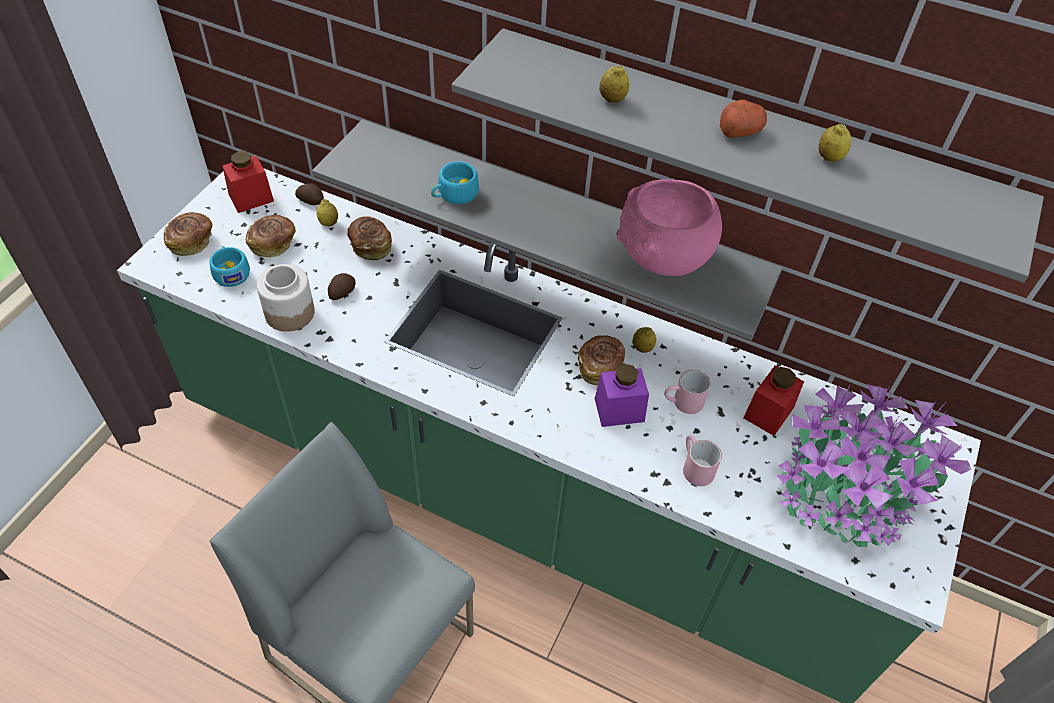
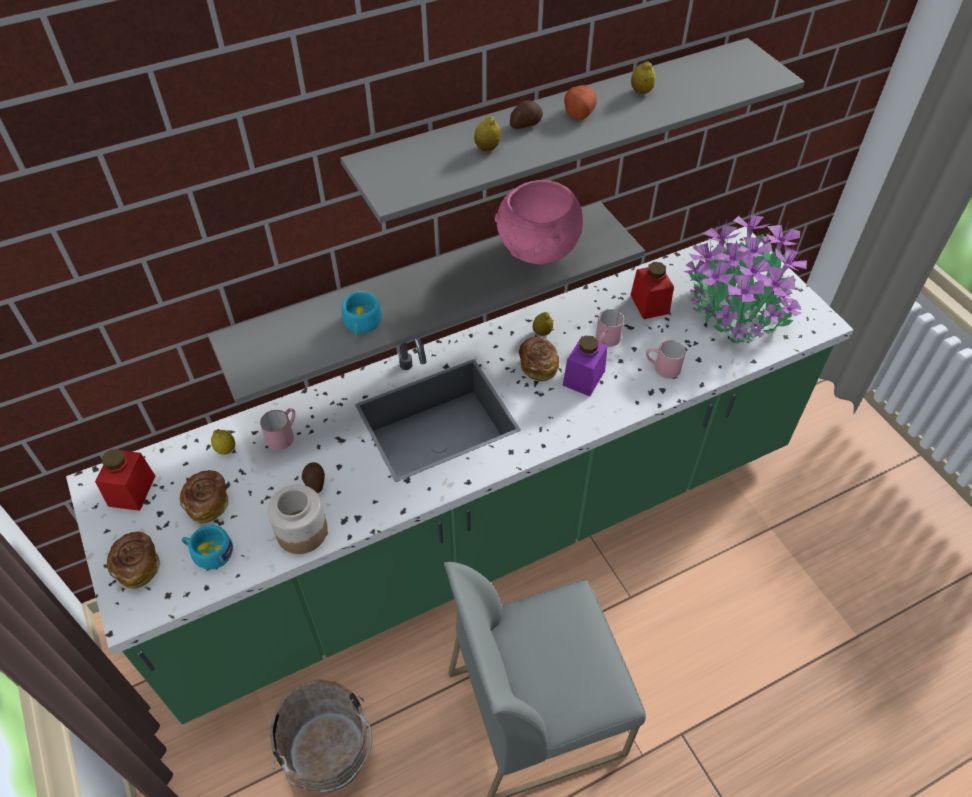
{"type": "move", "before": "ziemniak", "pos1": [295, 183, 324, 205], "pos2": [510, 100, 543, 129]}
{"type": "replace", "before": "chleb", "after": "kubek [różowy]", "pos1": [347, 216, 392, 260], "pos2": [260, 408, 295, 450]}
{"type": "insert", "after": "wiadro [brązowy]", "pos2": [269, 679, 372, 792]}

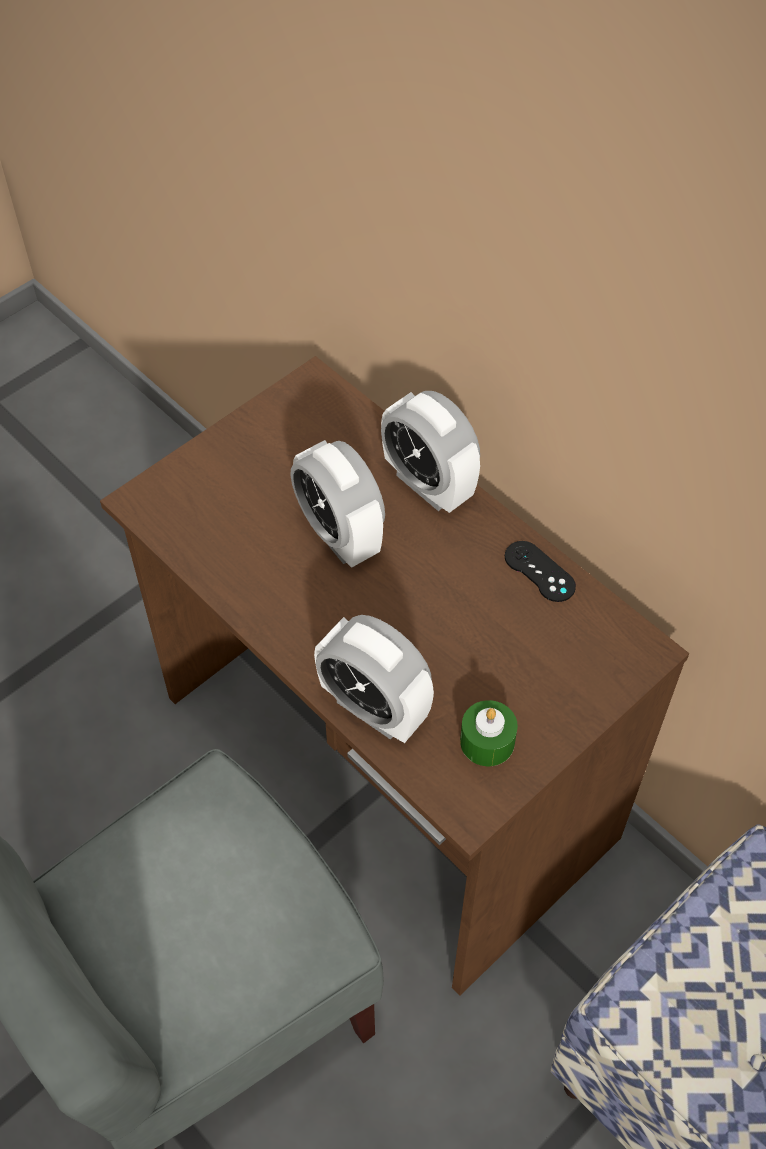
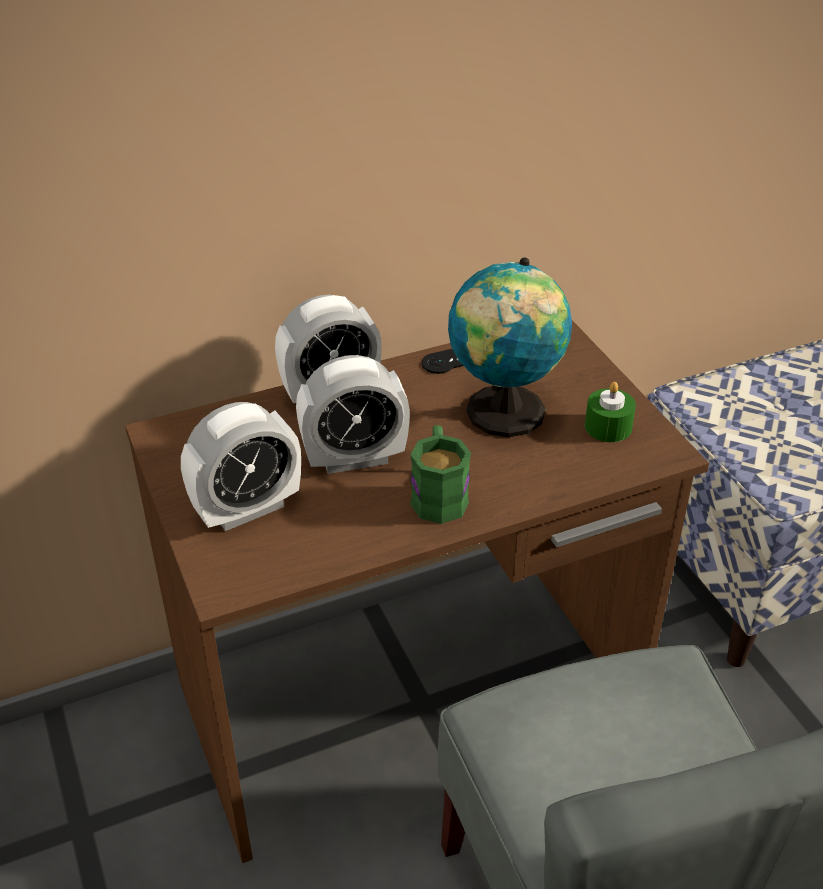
{"type": "move", "before": "budzik", "pos1": [314, 615, 434, 743], "pos2": [181, 402, 301, 531]}
{"type": "insert", "after": "globus", "pos2": [448, 258, 572, 437]}
{"type": "insert", "after": "kubek [zielony]", "pos2": [410, 425, 471, 524]}

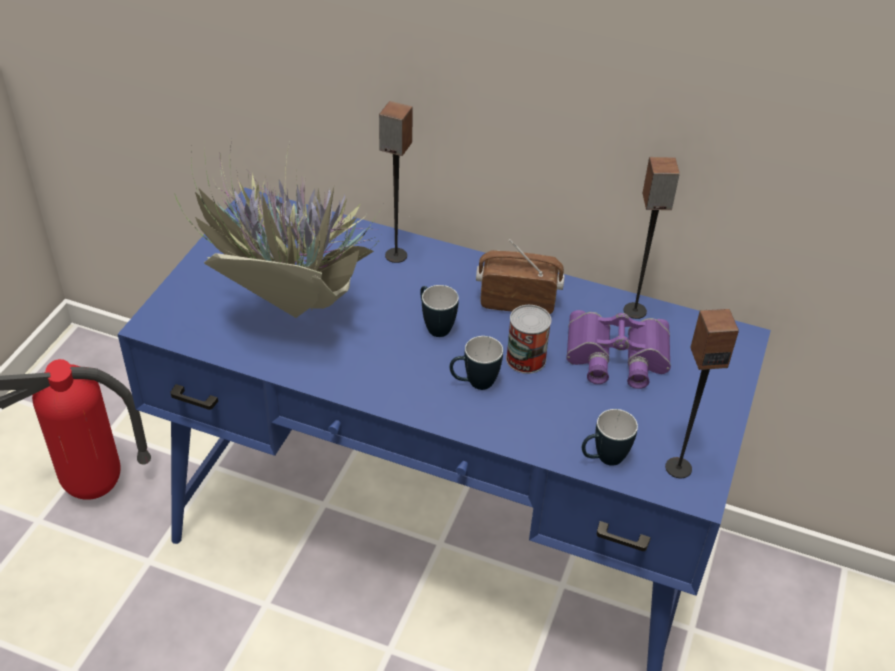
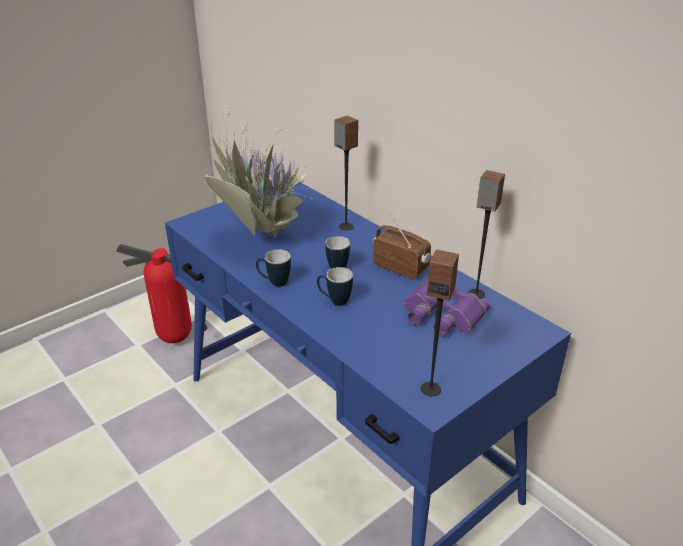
{"type": "delete", "before": "puszka", "pos1": [506, 305, 551, 374]}
{"type": "move", "before": "kubek", "pos1": [582, 409, 638, 466], "pos2": [256, 249, 291, 287]}

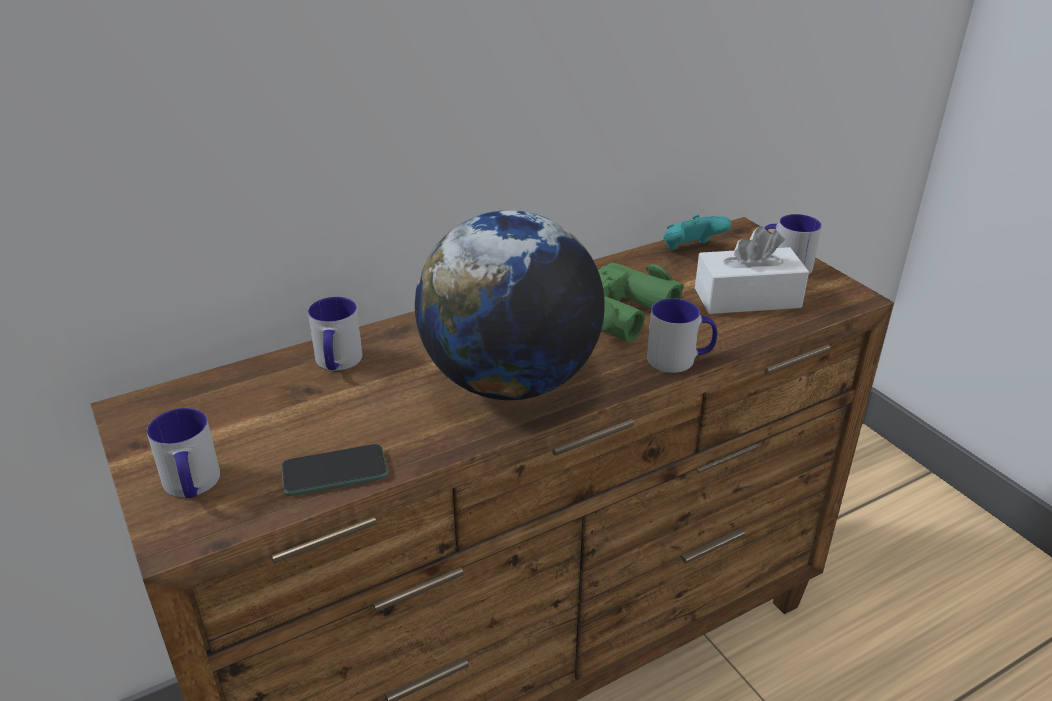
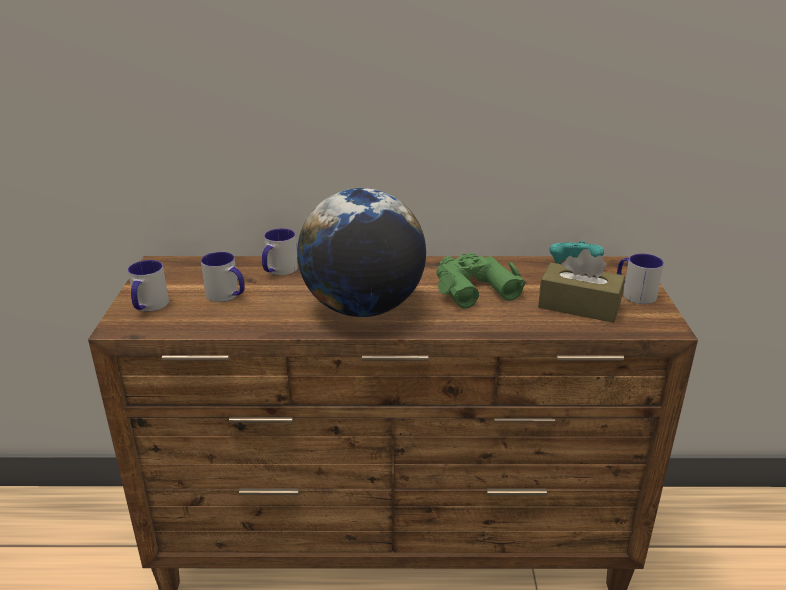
{"type": "recolor", "before": "pudełko chusteczek [biały]", "after": "pudełko chusteczek [brązowy]", "pos1": [695, 226, 809, 314], "pos2": [538, 249, 625, 323]}
{"type": "move", "before": "kubek", "pos1": [647, 298, 717, 373], "pos2": [201, 252, 245, 302]}
{"type": "delete", "before": "telefon", "pos1": [281, 444, 388, 496]}

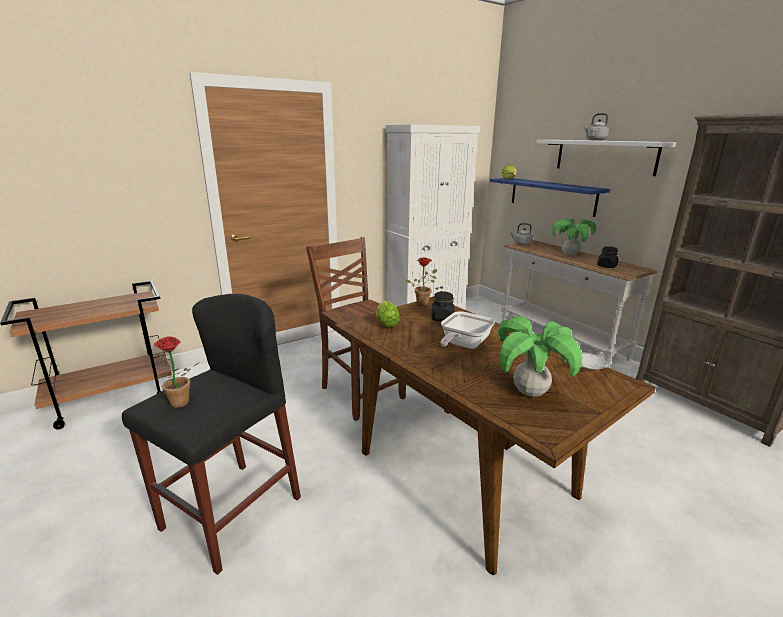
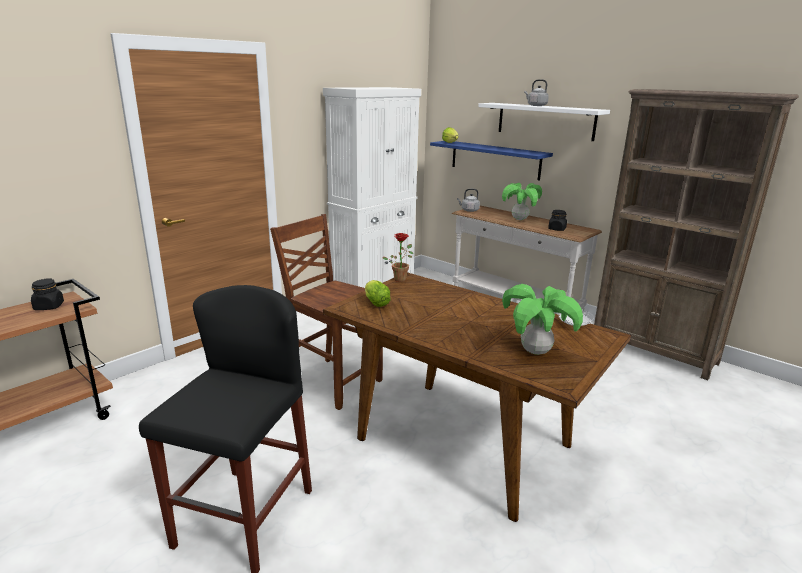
{"type": "move", "before": "słoik [czarny]", "pos1": [431, 291, 454, 321], "pos2": [31, 278, 64, 310]}
{"type": "delete", "before": "patelnia", "pos1": [441, 311, 495, 349]}
{"type": "delete", "before": "roślina doniczkowa", "pos1": [154, 336, 200, 408]}

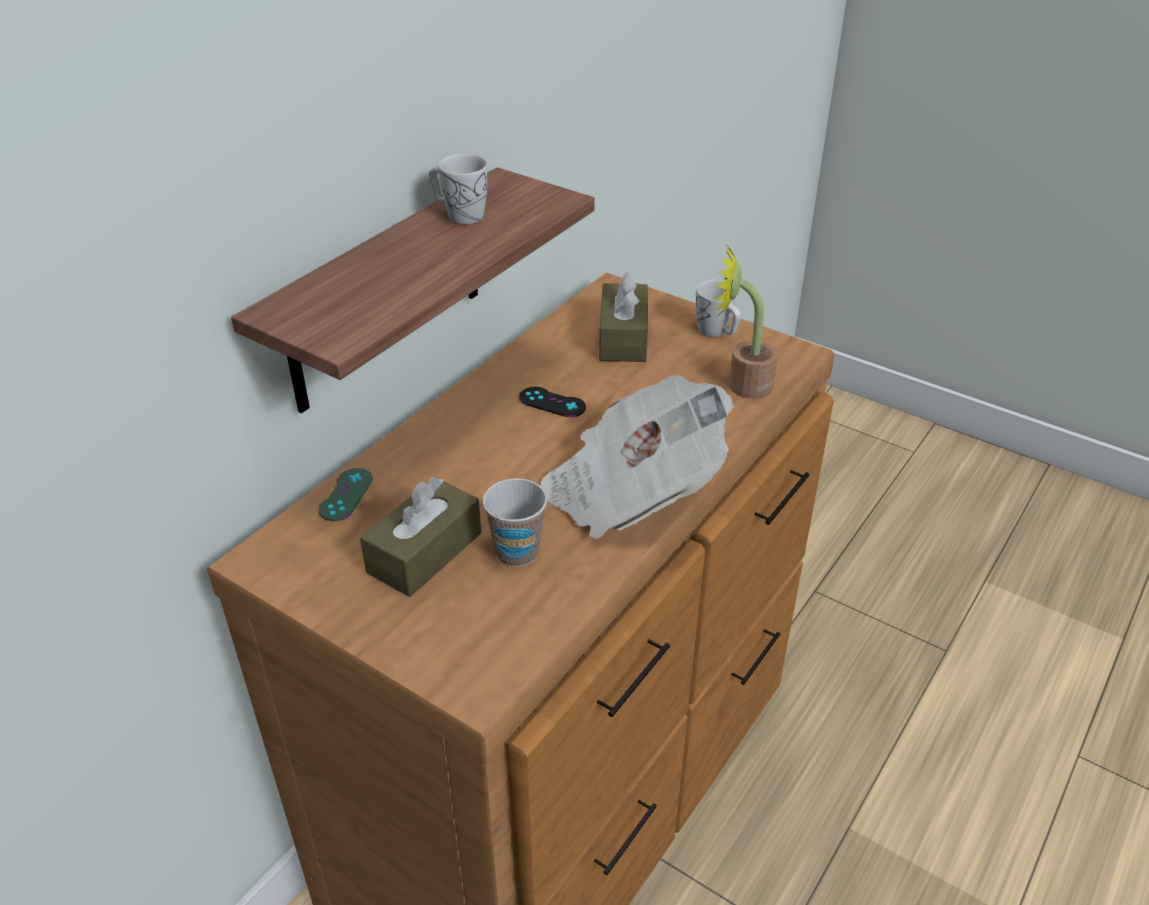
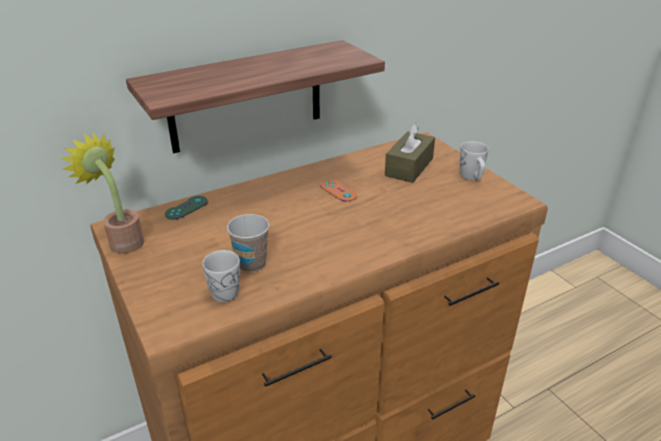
{"type": "move", "before": "kubek [biały]", "pos1": [429, 154, 488, 224], "pos2": [202, 250, 240, 302]}
{"type": "move", "before": "roślina doniczkowa", "pos1": [714, 245, 778, 399], "pos2": [61, 133, 144, 254]}
{"type": "delete", "before": "gazeta", "pos1": [540, 375, 734, 539]}
{"type": "recolor", "before": "pad do gier [czarny]", "after": "pad do gier [pomarańczowy]", "pos1": [519, 387, 586, 417], "pos2": [320, 180, 357, 202]}
{"type": "delete", "before": "pudełko chusteczek [brązowy]", "pos1": [360, 476, 481, 597]}

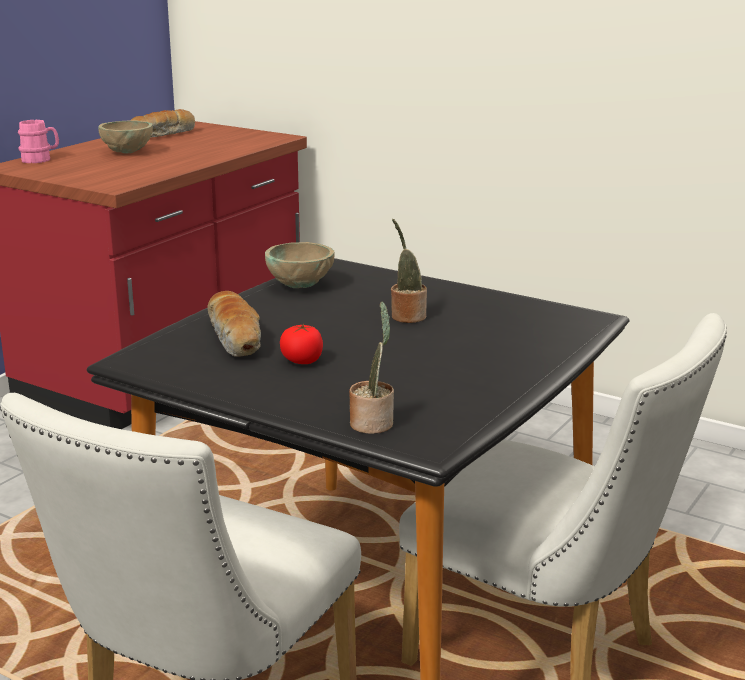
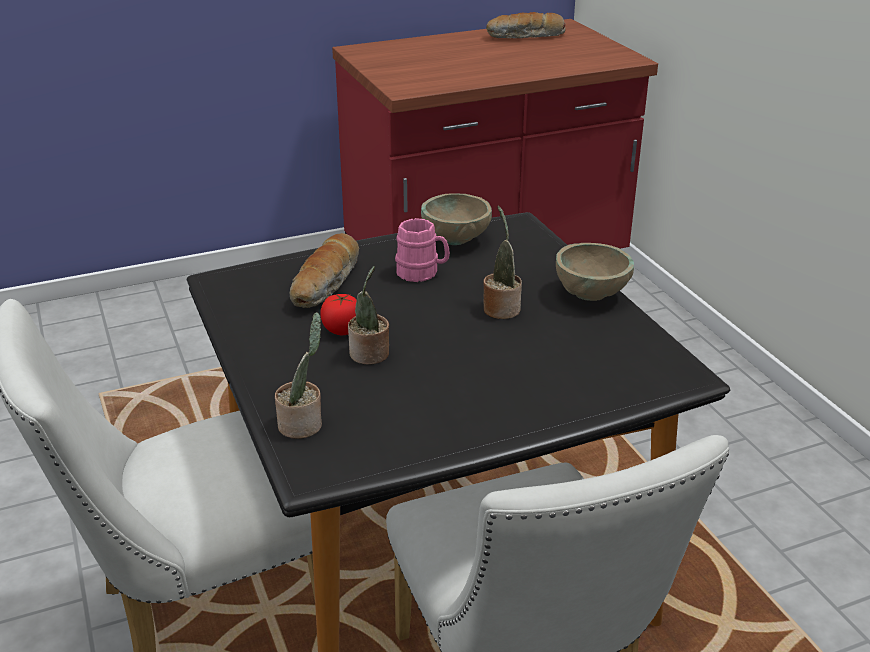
{"type": "move", "before": "kubek [różowy]", "pos1": [18, 120, 59, 163], "pos2": [395, 218, 450, 282]}
{"type": "move", "before": "miska [beżowy]", "pos1": [98, 120, 153, 154], "pos2": [556, 243, 634, 301]}
{"type": "insert", "after": "roślina doniczkowa", "pos2": [348, 266, 389, 365]}

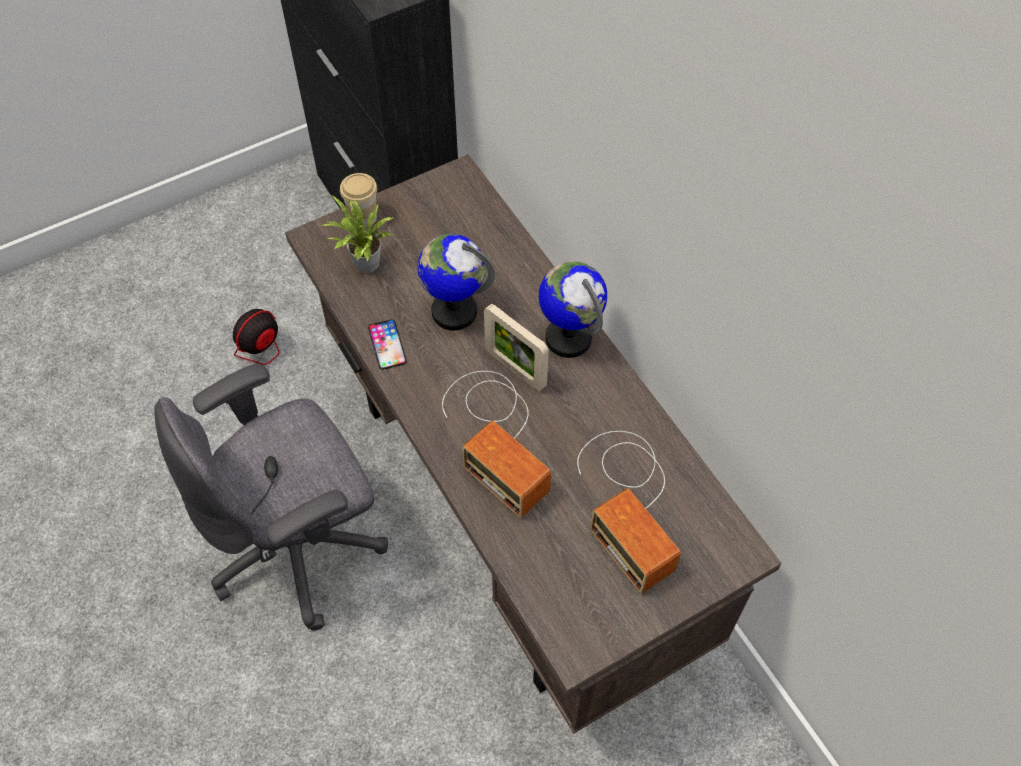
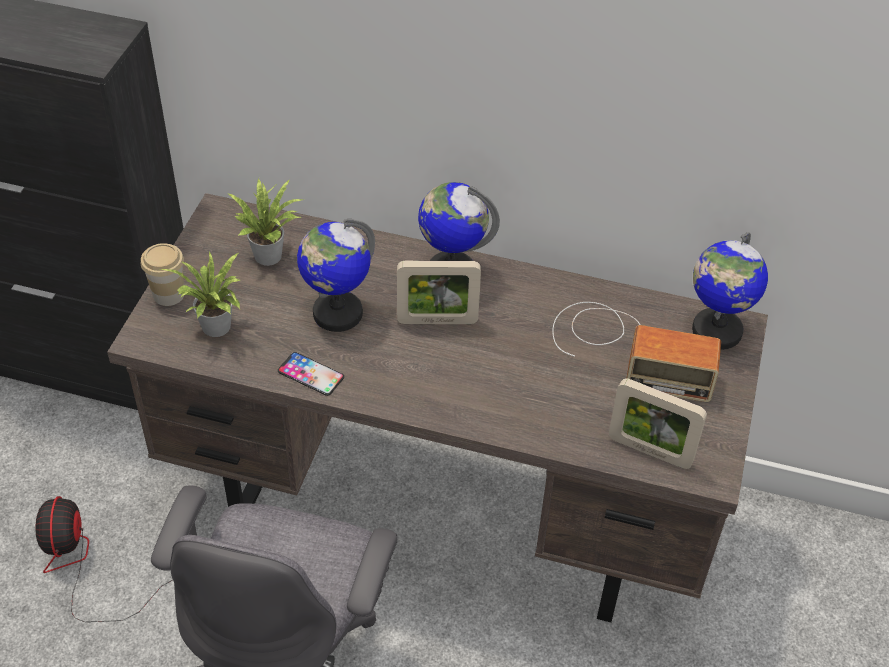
{"type": "delete", "before": "radio", "pos1": [442, 371, 551, 518]}
{"type": "insert", "after": "roślina doniczkowa", "pos2": [227, 179, 303, 266]}
{"type": "insert", "after": "globus", "pos2": [692, 232, 768, 350]}
{"type": "insert", "after": "ramka na zdjęcie", "pos2": [609, 378, 707, 469]}

